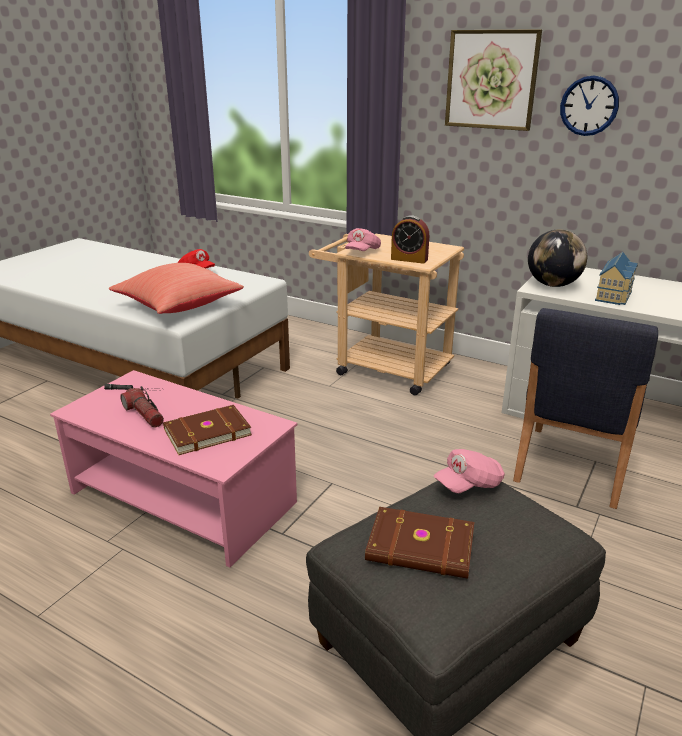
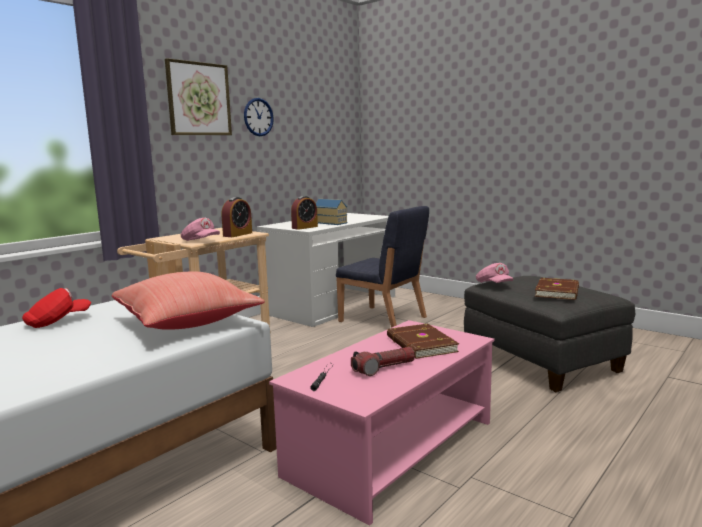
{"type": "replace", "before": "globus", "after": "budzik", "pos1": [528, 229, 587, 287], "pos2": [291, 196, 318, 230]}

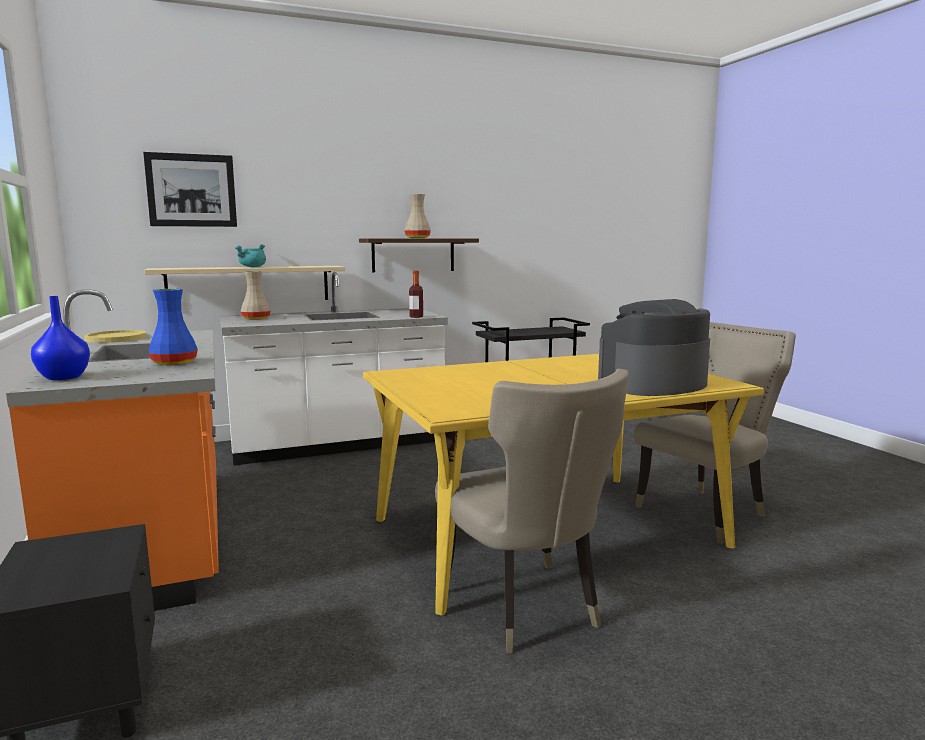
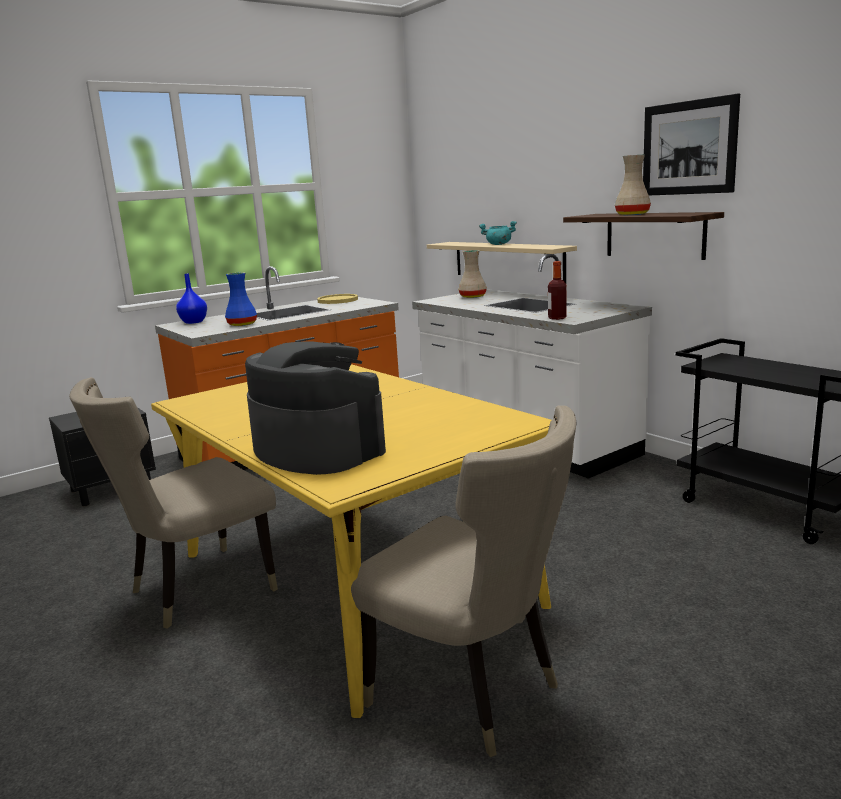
{"type": "move", "before": "obraz", "pos1": [143, 152, 237, 227], "pos2": [643, 94, 740, 195]}

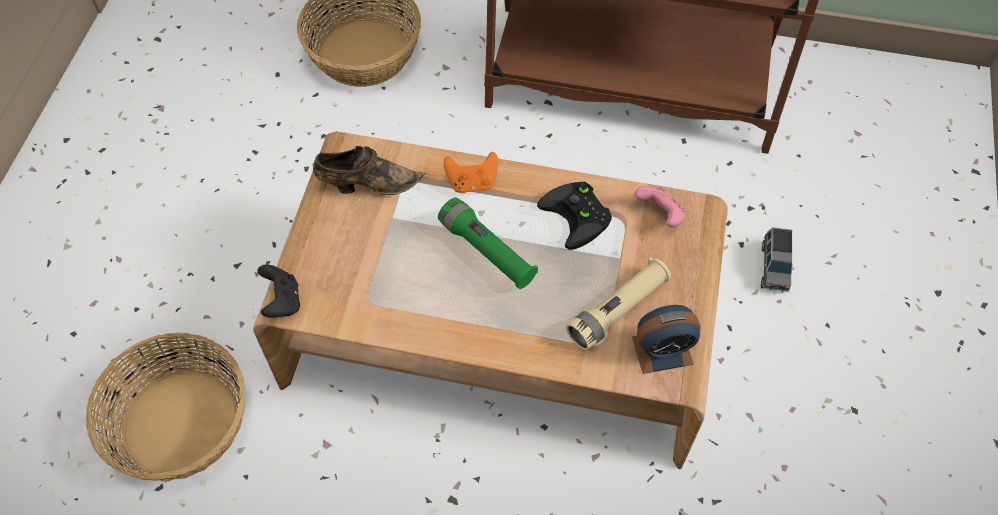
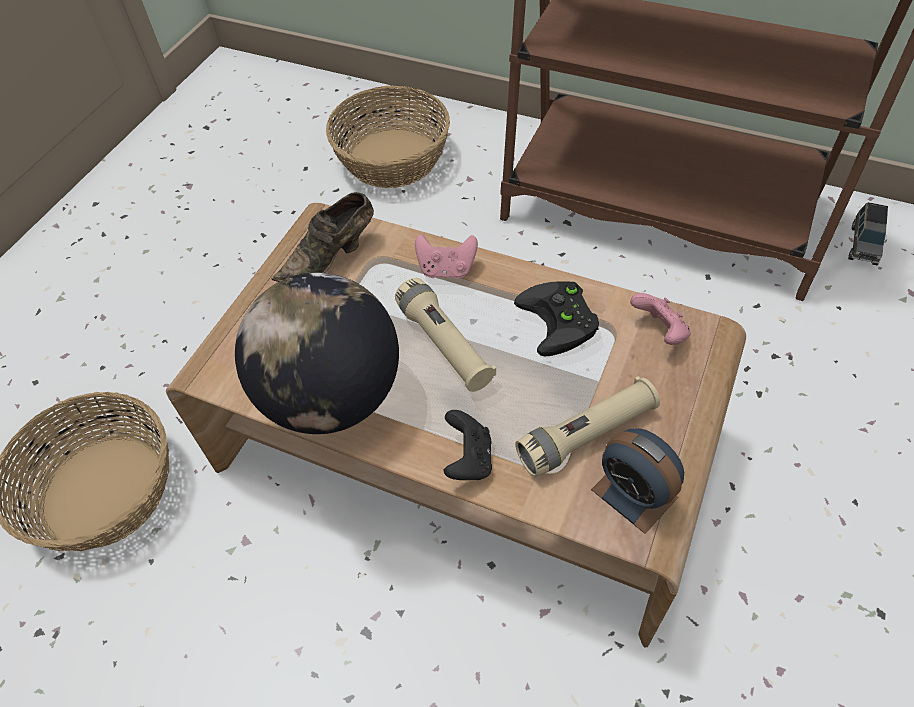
{"type": "rotate", "before": "but [brązowy]", "pos1": [313, 146, 425, 195], "pos2": [271, 192, 374, 282], "turn": 135}
{"type": "recolor", "before": "pad do gier [pomarańczowy]", "after": "pad do gier [różowy]", "pos1": [444, 152, 498, 194], "pos2": [415, 234, 478, 279]}
{"type": "recolor", "before": "latarka [zielony]", "after": "latarka [beżowy]", "pos1": [438, 197, 538, 289], "pos2": [395, 278, 496, 392]}
{"type": "move", "before": "samochodzik [szary]", "pos1": [761, 227, 794, 292], "pos2": [848, 202, 888, 265]}
{"type": "move", "before": "pad do gier [czarny]", "pos1": [257, 265, 300, 318], "pos2": [443, 410, 492, 480]}
{"type": "rotate", "before": "budzik", "pos1": [632, 305, 701, 374], "pos2": [591, 428, 684, 534], "turn": 45}
{"type": "insert", "after": "globus", "pos2": [235, 273, 399, 434]}

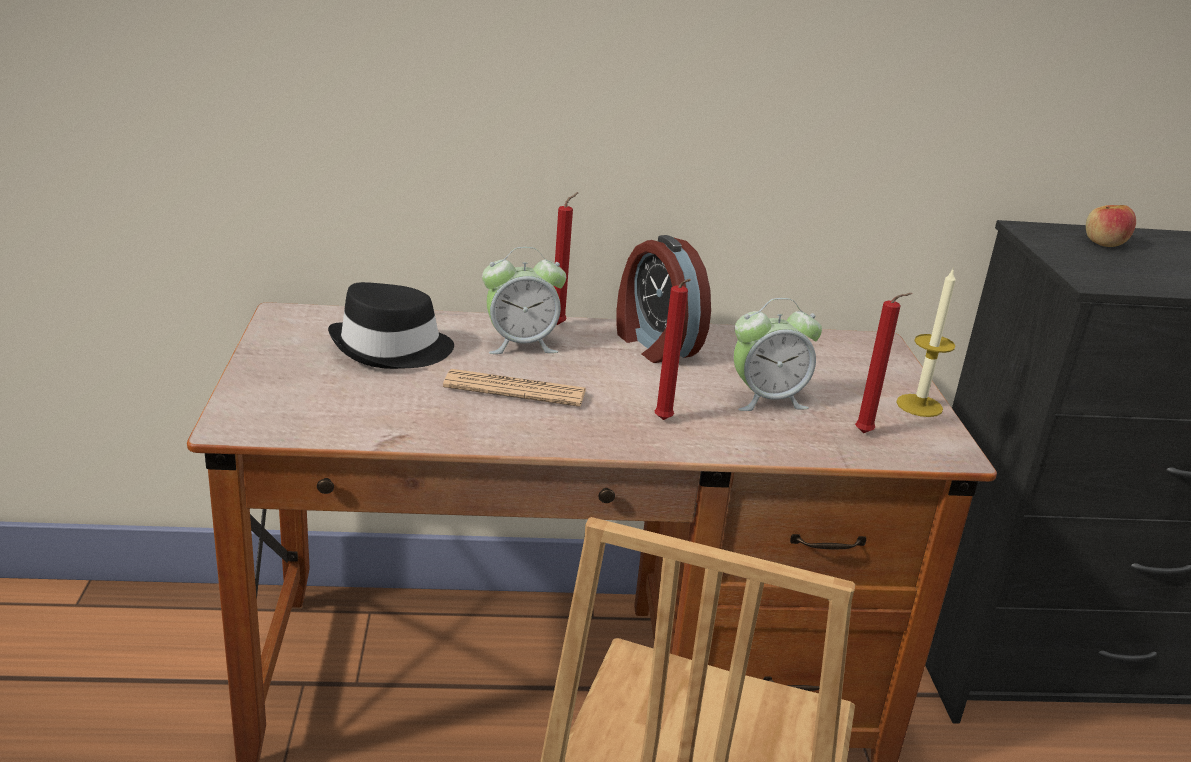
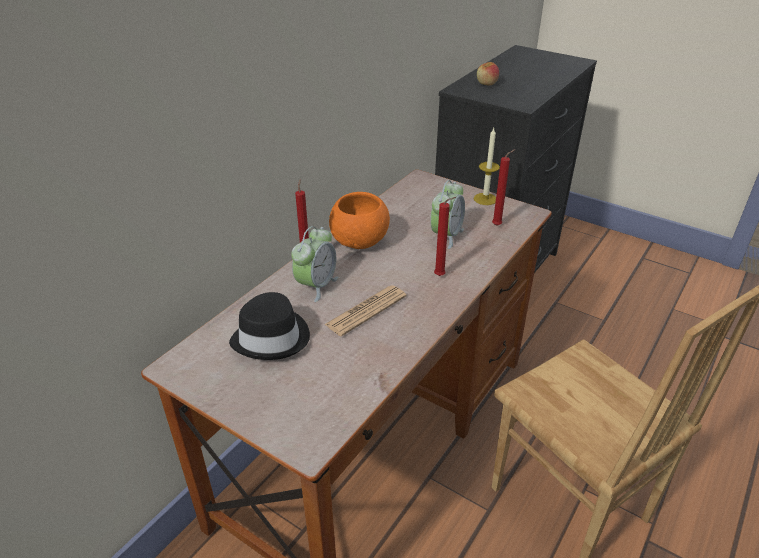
{"type": "replace", "before": "budzik", "after": "miska [pomarańczowy]", "pos1": [616, 235, 711, 363], "pos2": [329, 192, 390, 249]}

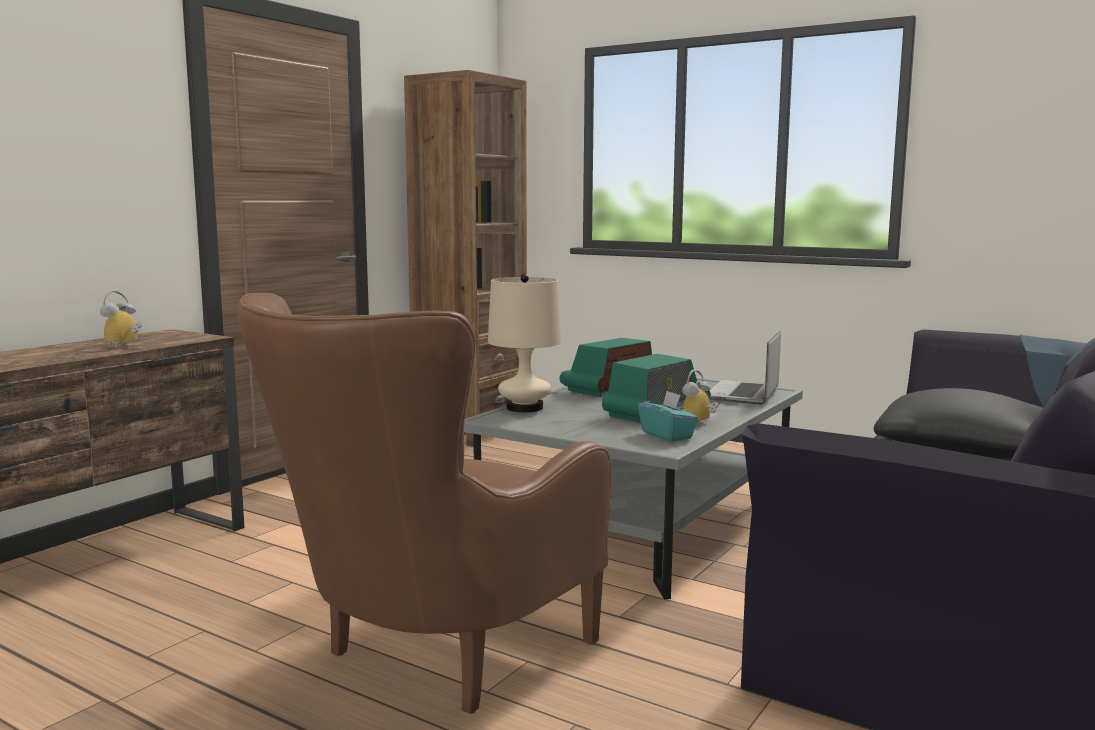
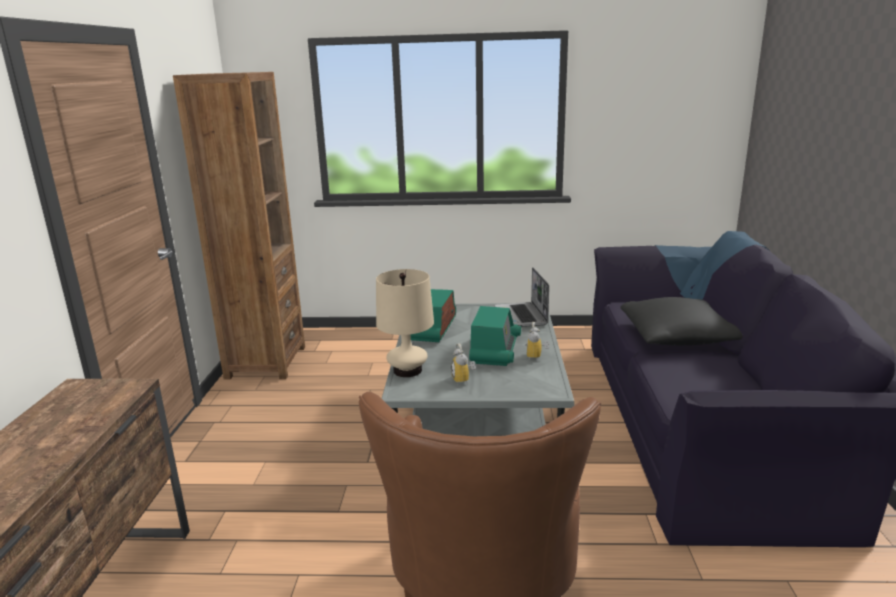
{"type": "move", "before": "budzik", "pos1": [100, 290, 142, 349], "pos2": [451, 343, 476, 385]}
{"type": "delete", "before": "pudełko chusteczek [turkusowy]", "pos1": [638, 391, 699, 442]}

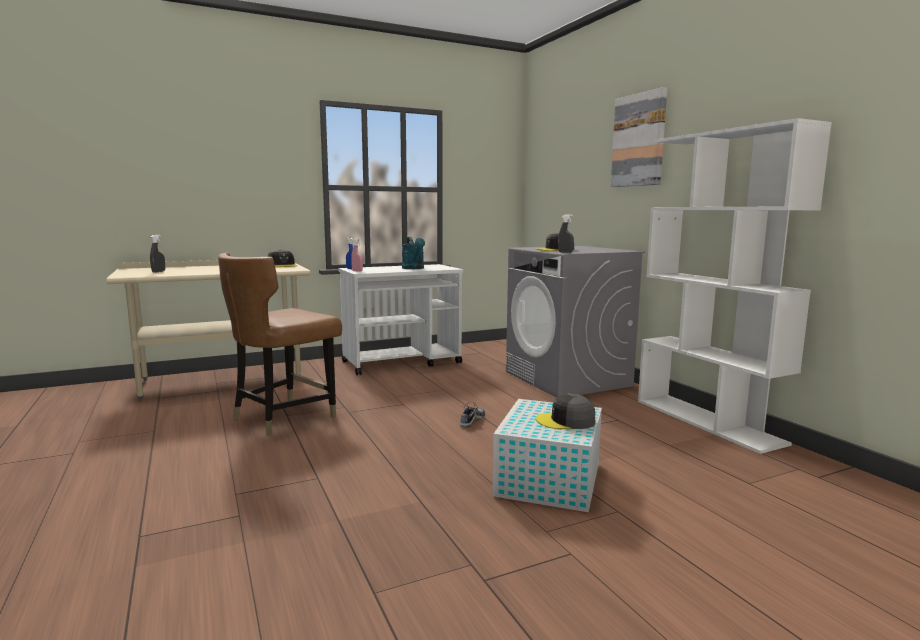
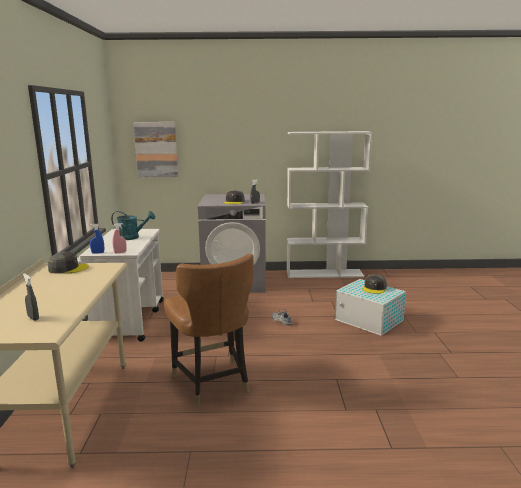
{"type": "move", "before": "obraz", "pos1": [611, 87, 667, 187], "pos2": [133, 122, 178, 177]}

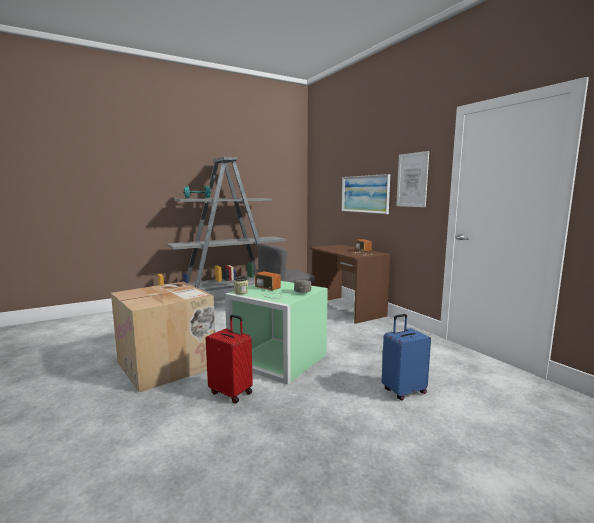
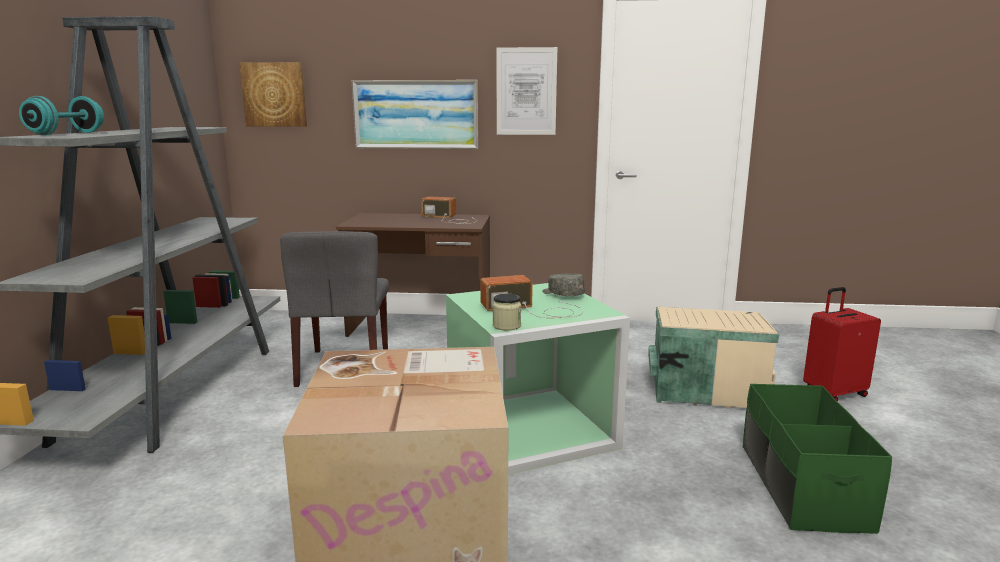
{"type": "replace", "before": "walizka [niebieski]", "after": "pojemnik do przechowywania [beżowy]", "pos1": [382, 314, 431, 400], "pos2": [648, 307, 779, 409]}
{"type": "move", "before": "walizka [czerwony]", "pos1": [206, 315, 253, 404], "pos2": [803, 287, 881, 401]}
{"type": "insert", "after": "obraz", "pos2": [239, 62, 307, 127]}
{"type": "insert", "after": "pojemnik do przechowywania [zielony]", "pos2": [743, 384, 892, 534]}

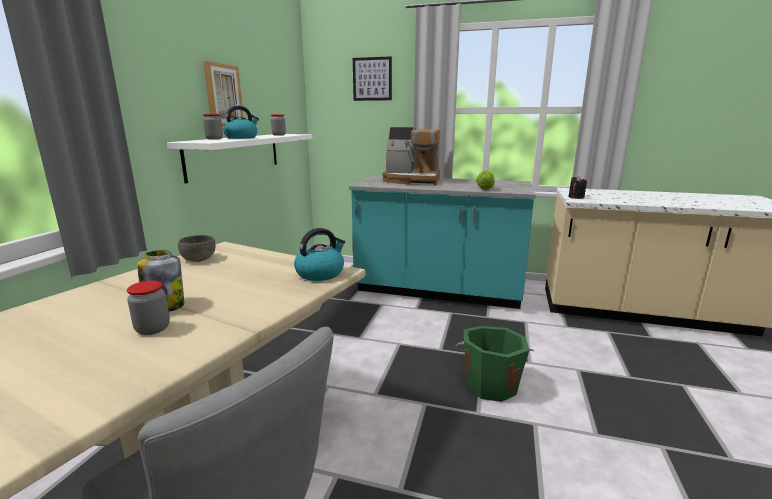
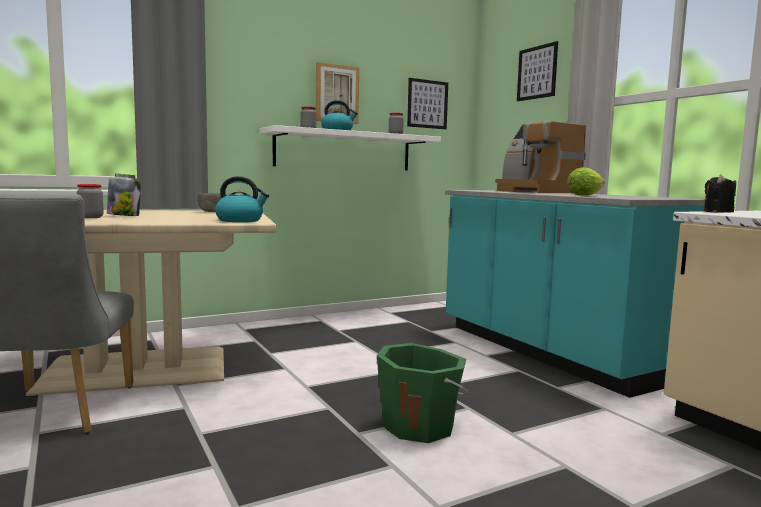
{"type": "insert", "after": "obraz", "pos2": [407, 78, 448, 129]}

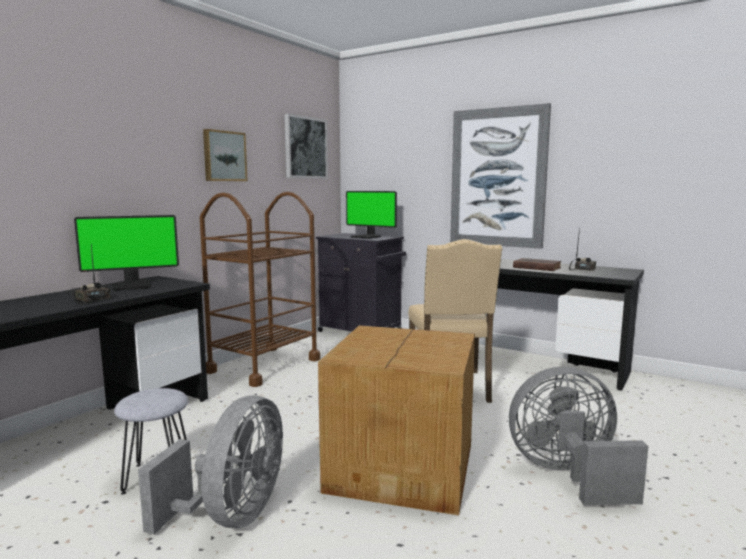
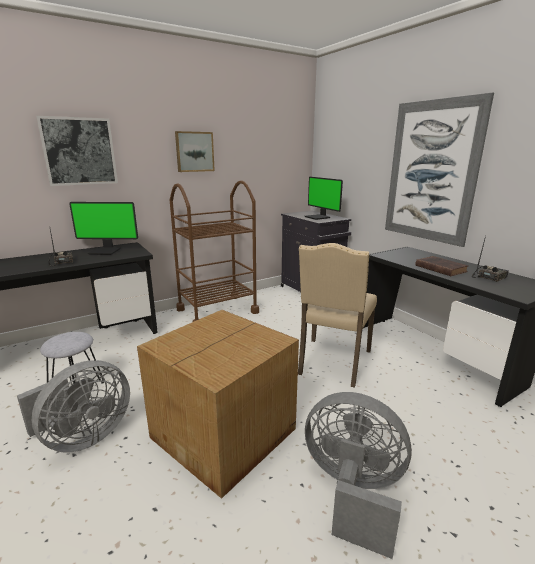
{"type": "move", "before": "obraz", "pos1": [285, 114, 328, 178], "pos2": [36, 116, 118, 186]}

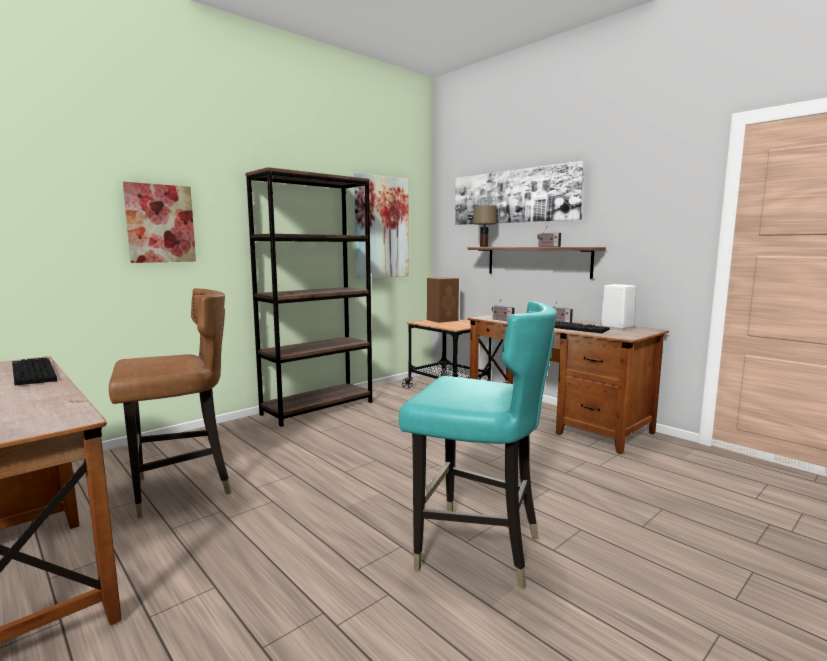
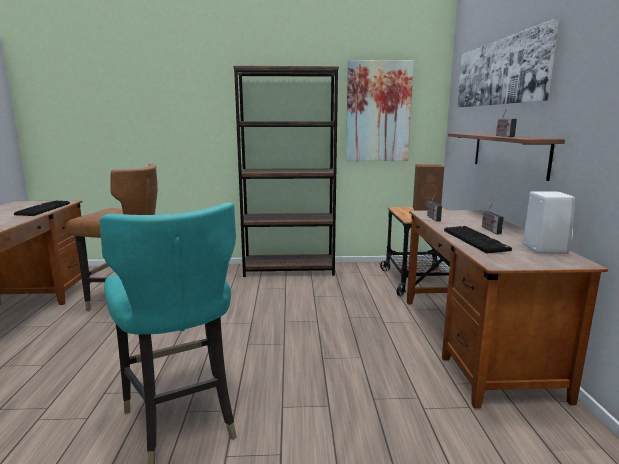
{"type": "delete", "before": "obraz", "pos1": [123, 182, 196, 263]}
{"type": "delete", "before": "lampa stołowa", "pos1": [473, 205, 497, 247]}

